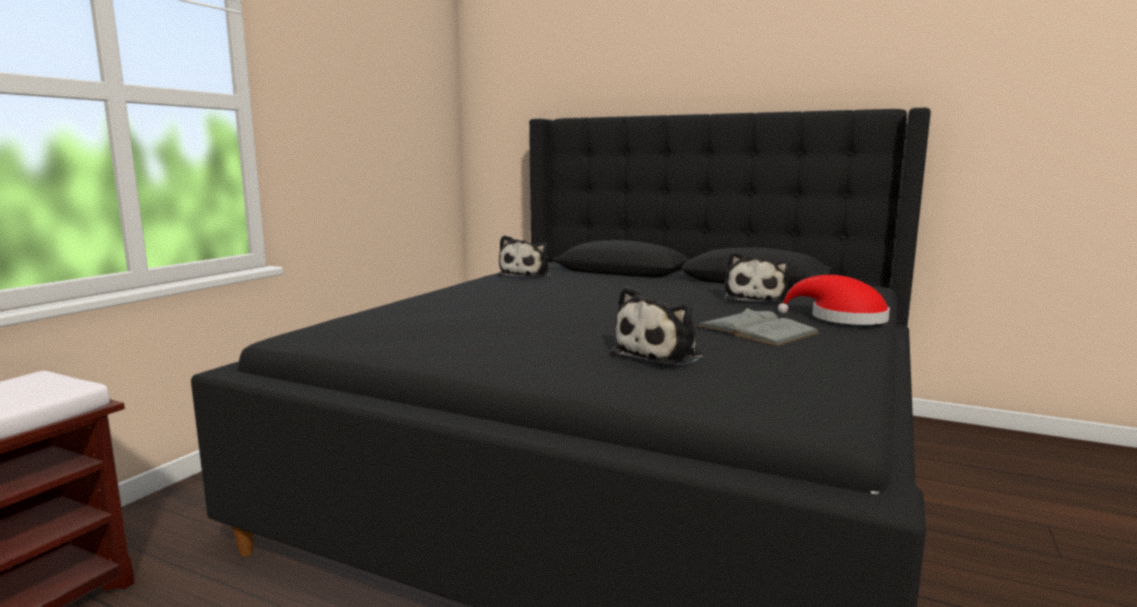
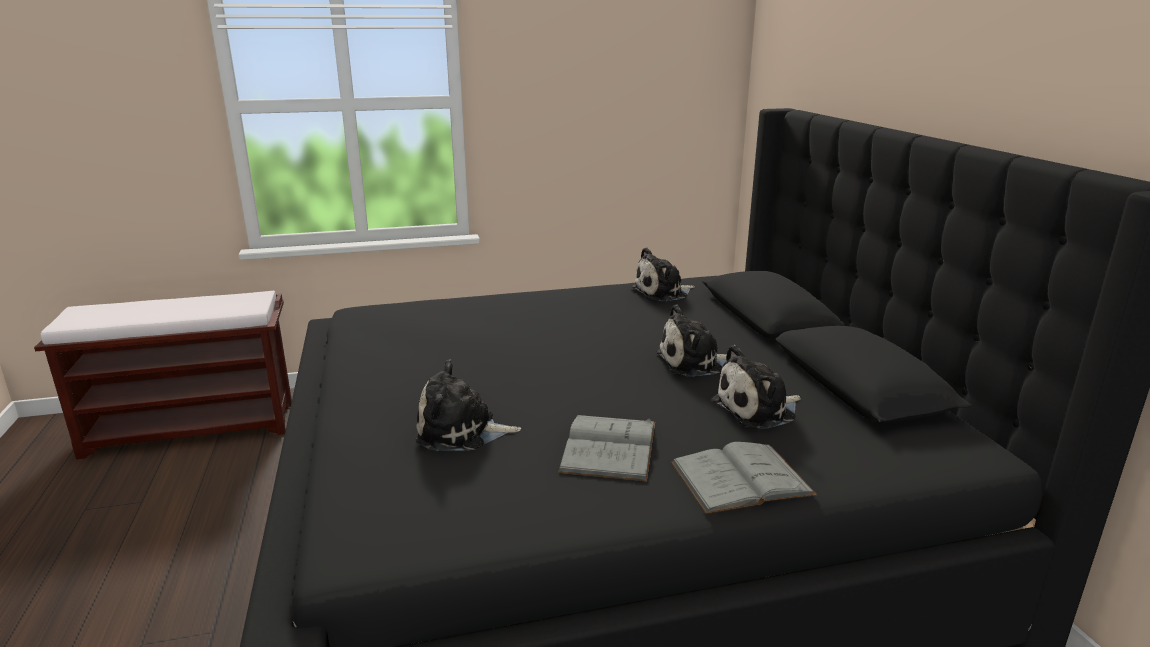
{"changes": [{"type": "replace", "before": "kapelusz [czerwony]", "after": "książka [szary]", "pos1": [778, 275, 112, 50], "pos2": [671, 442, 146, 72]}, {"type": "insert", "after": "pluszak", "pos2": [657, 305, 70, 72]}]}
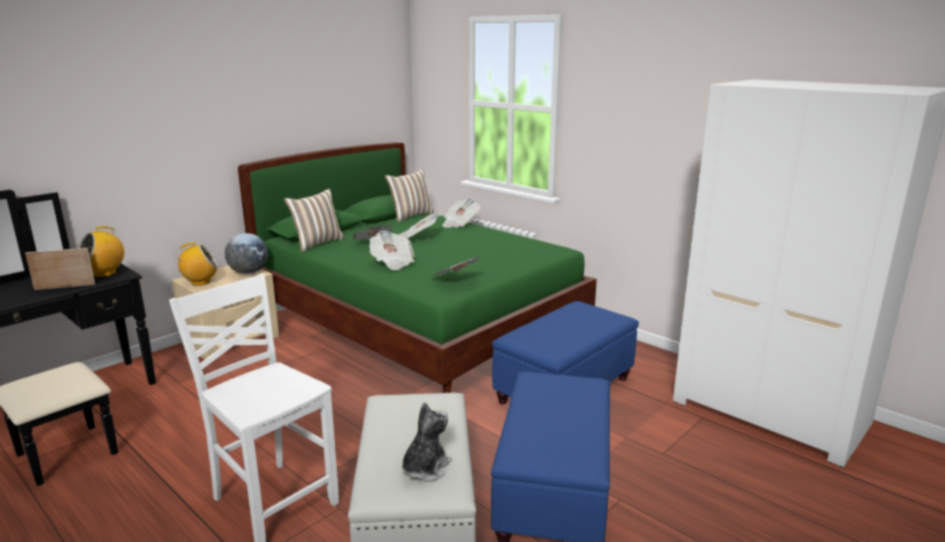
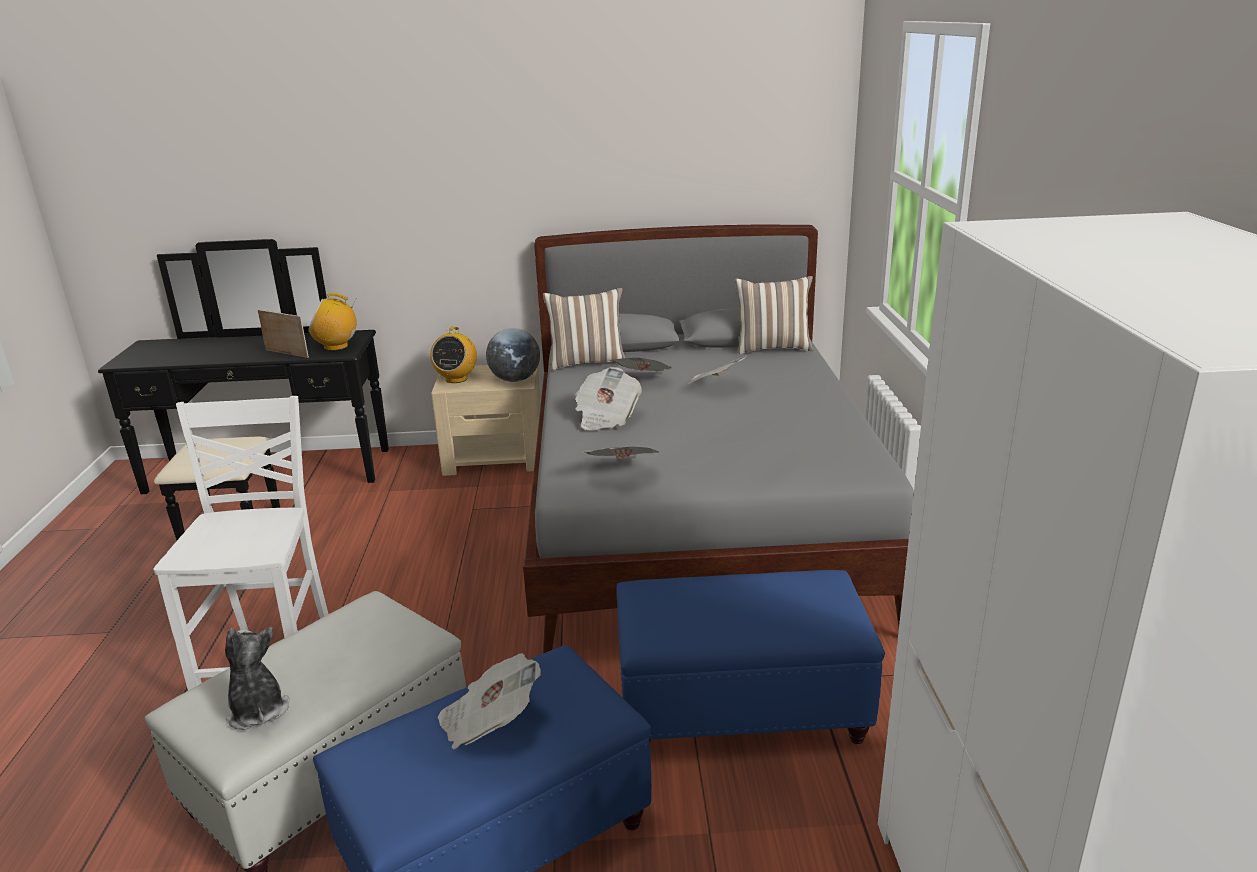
{"changes": [{"type": "rotate", "before": "radio", "pos1": [177, 242, 41, 44], "pos2": [430, 327, 47, 56], "turn": 75}, {"type": "recolor", "before": "łóżko [zielony]", "after": "łóżko [szary]", "pos1": [238, 142, 359, 251], "pos2": [523, 225, 391, 428]}, {"type": "rotate", "before": "pluszak", "pos1": [402, 402, 50, 80], "pos2": [225, 627, 65, 103], "turn": -105}, {"type": "move", "before": "gazeta", "pos1": [442, 198, 38, 30], "pos2": [438, 653, 103, 97]}]}
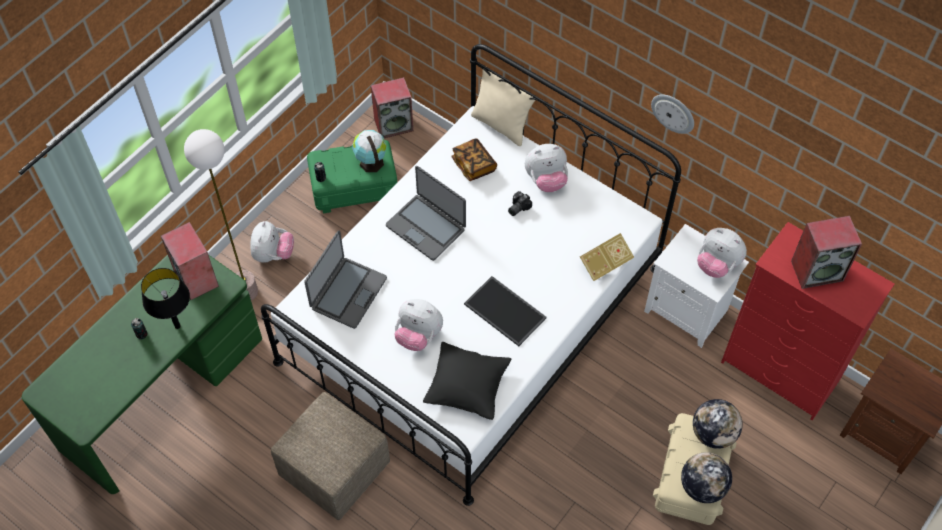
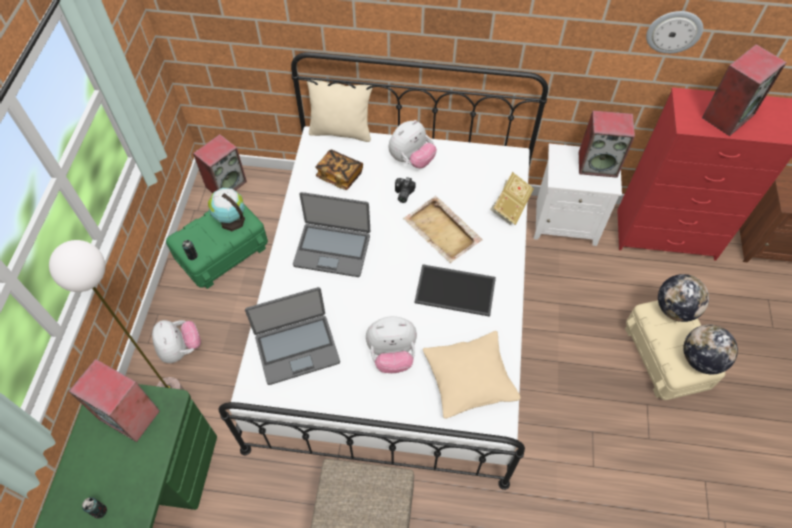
{"changes": [{"type": "delete", "before": "lampa stołowa [czarny]", "pos1": [141, 268, 49, 61]}, {"type": "rotate", "before": "laptop", "pos1": [304, 230, 83, 99], "pos2": [245, 287, 95, 98], "turn": 75}, {"type": "recolor", "before": "poduszka [czarny]", "after": "poduszka [beżowy]", "pos1": [423, 342, 88, 78], "pos2": [423, 331, 98, 88]}, {"type": "move", "before": "zegar ścienny", "pos1": [651, 94, 43, 40], "pos2": [646, 11, 57, 43]}, {"type": "replace", "before": "pluszak", "after": "głośnik", "pos1": [697, 228, 50, 50], "pos2": [579, 111, 56, 67]}, {"type": "insert", "after": "taca [beżowy]", "pos2": [403, 196, 80, 67]}]}
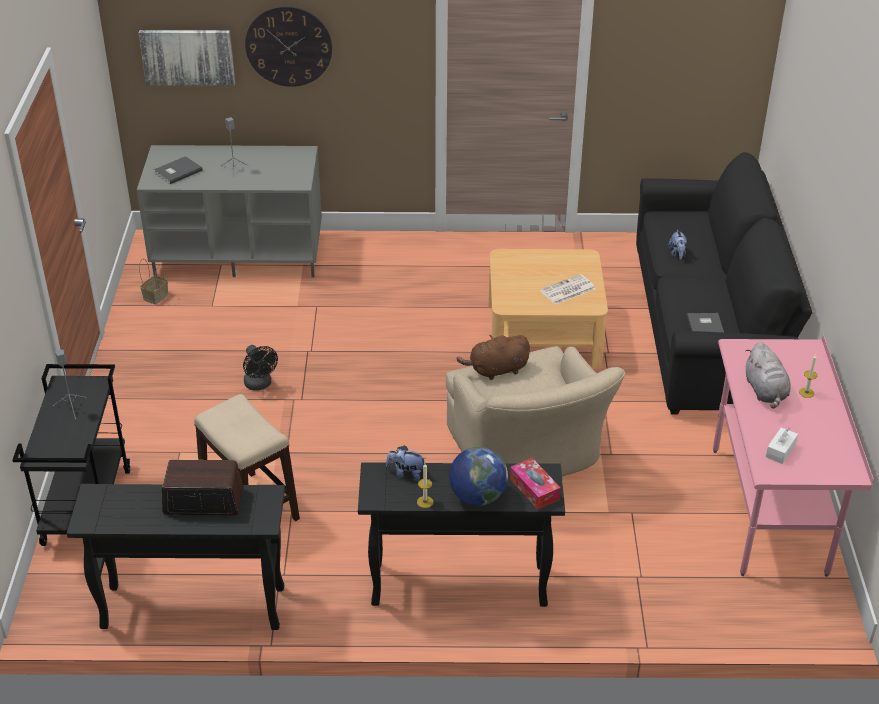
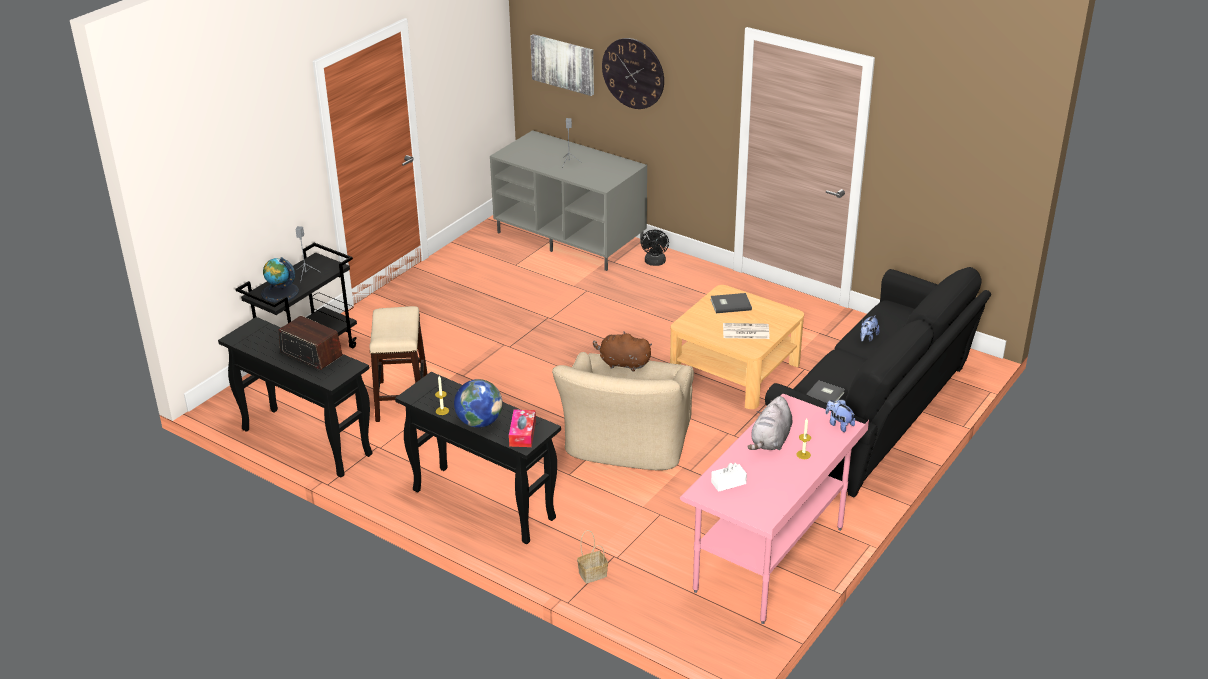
{"changes": [{"type": "move", "before": "koszyk", "pos1": [139, 258, 29, 47], "pos2": [577, 530, 31, 53]}, {"type": "move", "before": "książka [szary]", "pos1": [154, 156, 49, 28], "pos2": [710, 293, 42, 20]}, {"type": "move", "before": "wentylator [czarny]", "pos1": [243, 345, 35, 46], "pos2": [641, 230, 28, 36]}, {"type": "move", "before": "pluszak", "pos1": [386, 445, 40, 36], "pos2": [826, 400, 29, 32]}, {"type": "insert", "after": "globus", "pos2": [261, 257, 38, 46]}]}
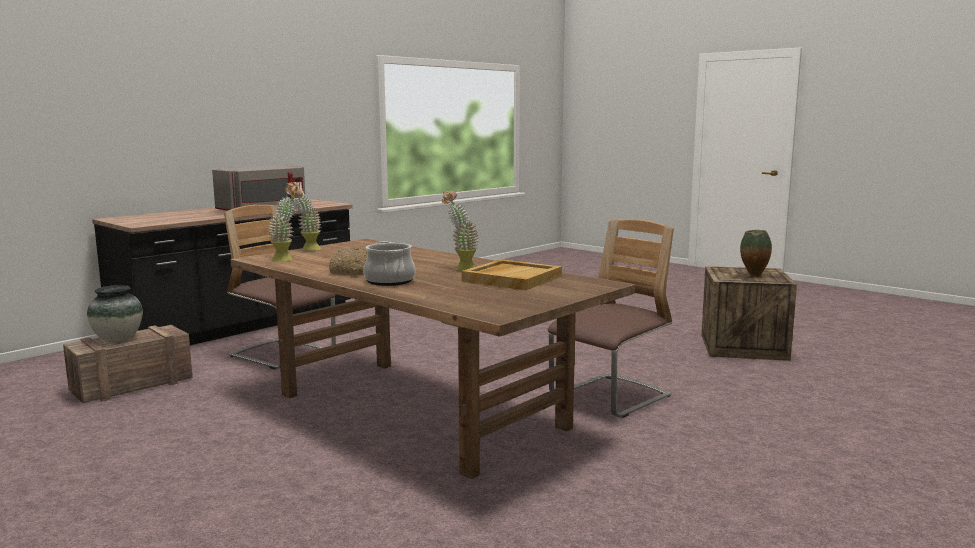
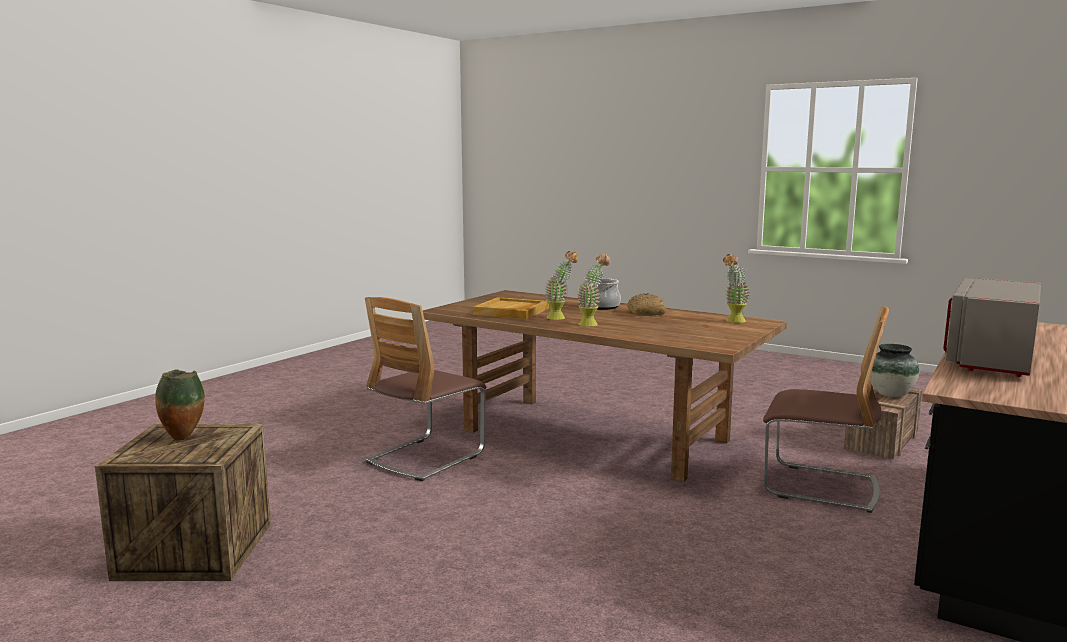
{"changes": [{"type": "move", "before": "roślina doniczkowa", "pos1": [285, 182, 36, 69], "pos2": [577, 254, 33, 73]}]}
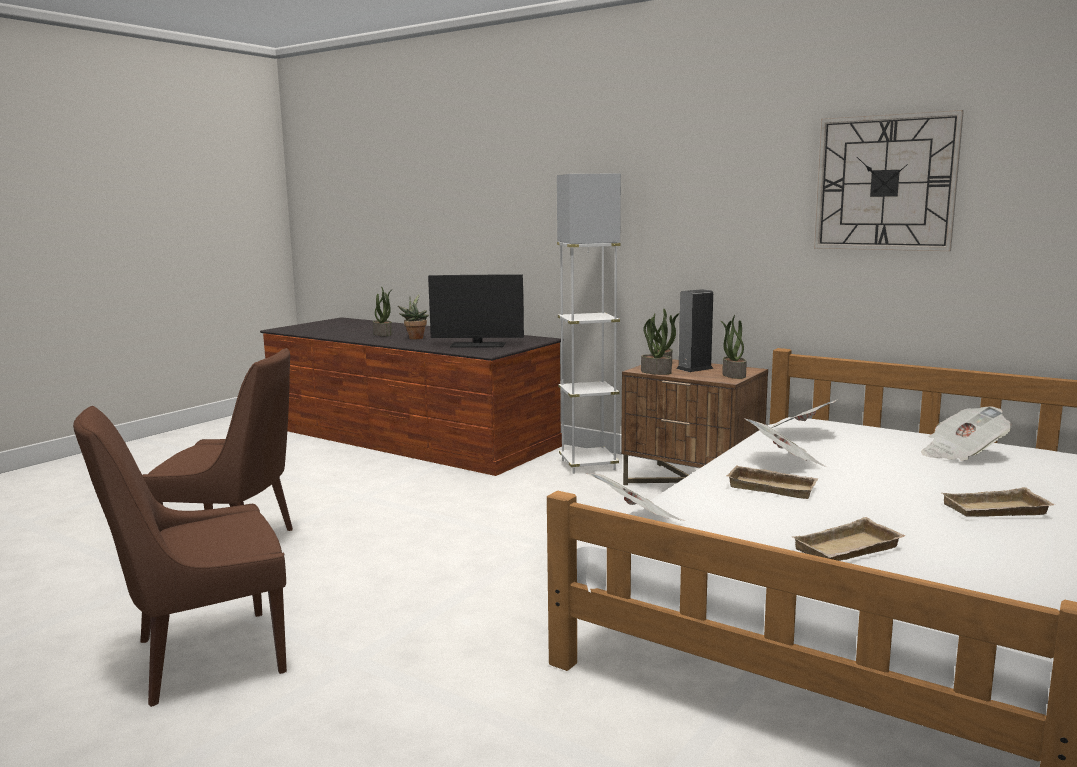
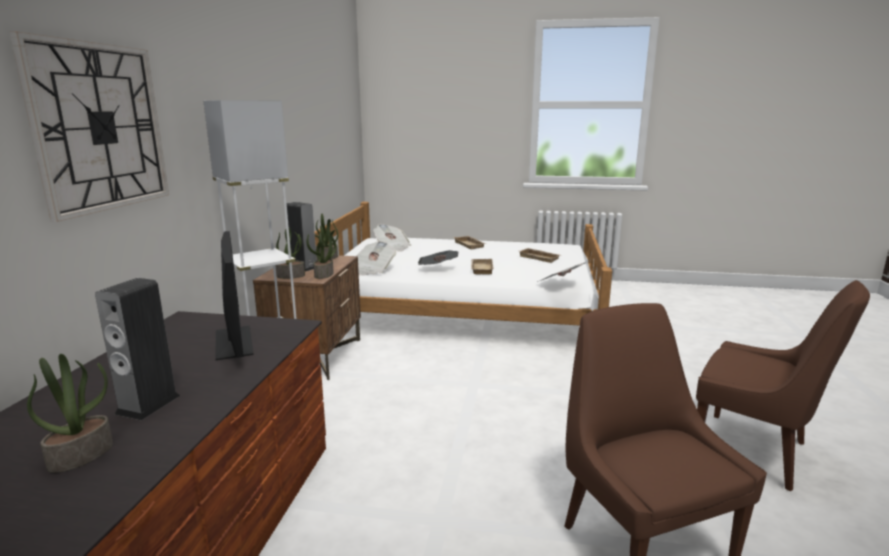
{"changes": [{"type": "replace", "before": "roślina doniczkowa", "after": "głośnik", "pos1": [398, 294, 31, 45], "pos2": [95, 278, 85, 142]}, {"type": "move", "before": "zegar ścienny", "pos1": [814, 110, 150, 141], "pos2": [9, 31, 160, 191]}]}
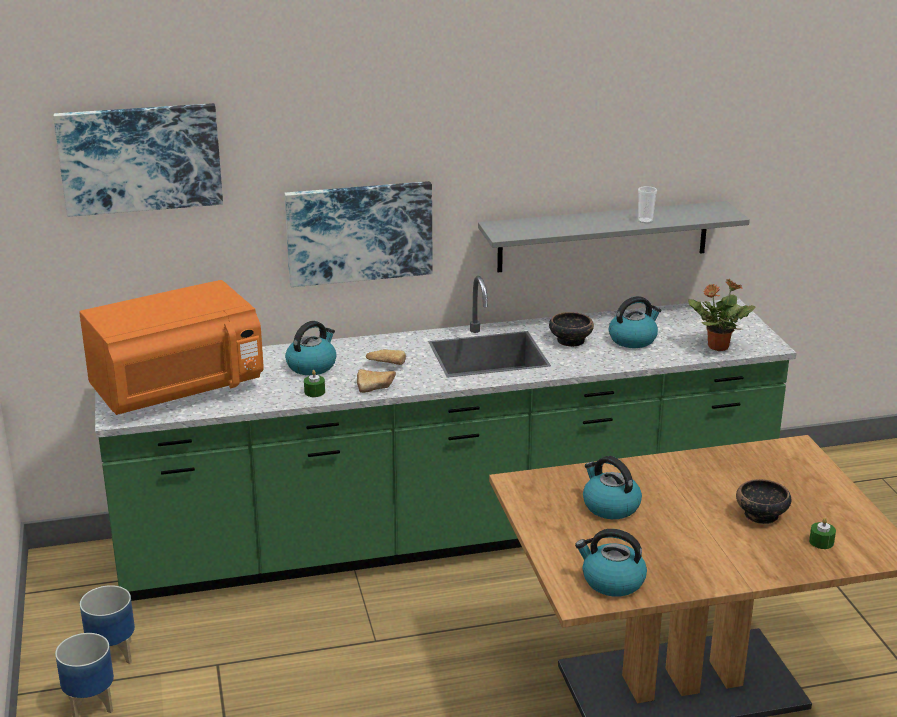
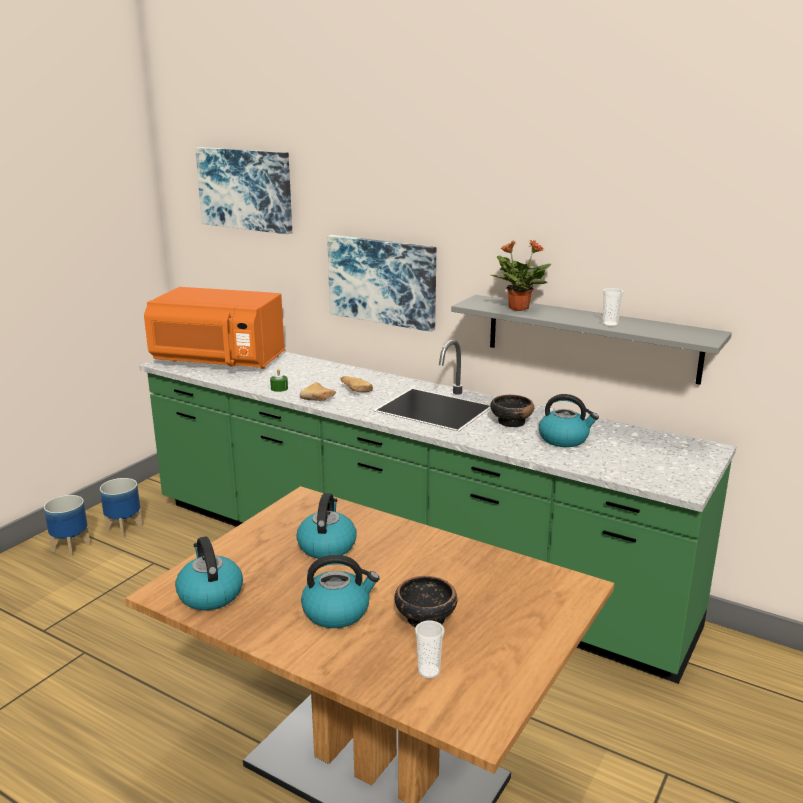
{"changes": [{"type": "move", "before": "czajnik", "pos1": [285, 321, 52, 54], "pos2": [301, 555, 78, 73]}, {"type": "move", "before": "roślina doniczkowa", "pos1": [688, 278, 68, 73], "pos2": [490, 240, 61, 71]}, {"type": "replace", "before": "świeca [zielony]", "after": "filiżanka", "pos1": [809, 518, 27, 31], "pos2": [415, 620, 30, 59]}]}
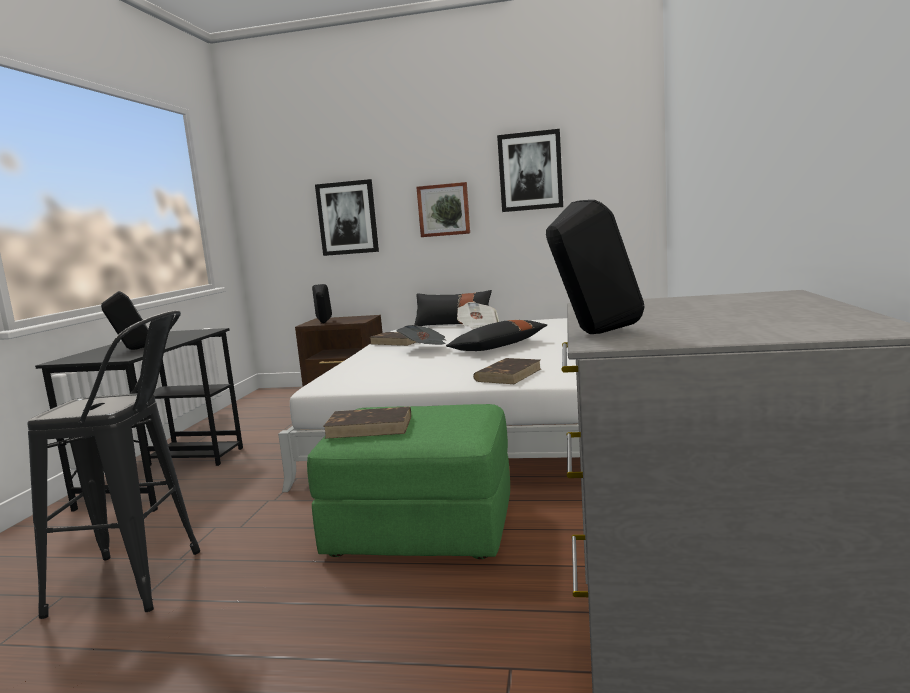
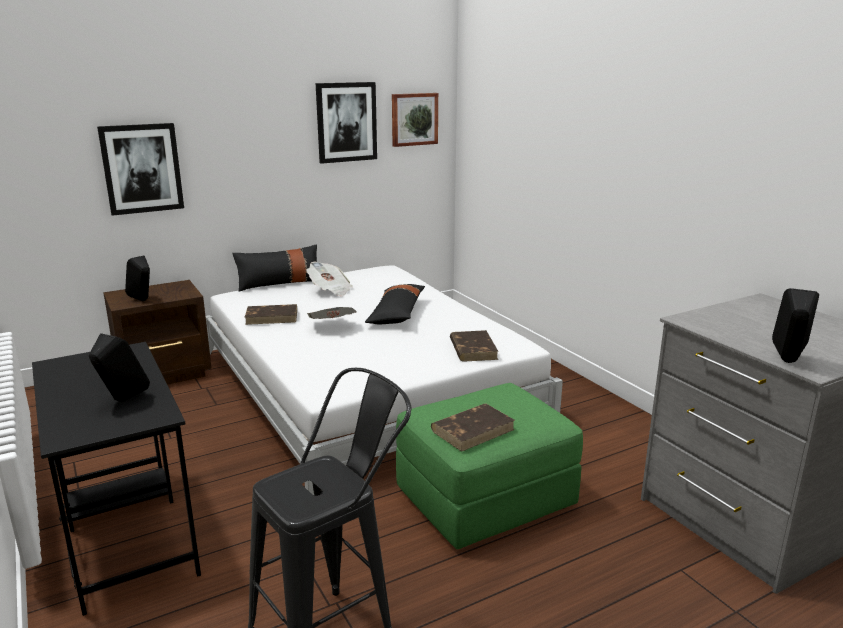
{"changes": [{"type": "move", "before": "obraz", "pos1": [416, 182, 54, 55], "pos2": [392, 93, 46, 54]}]}
